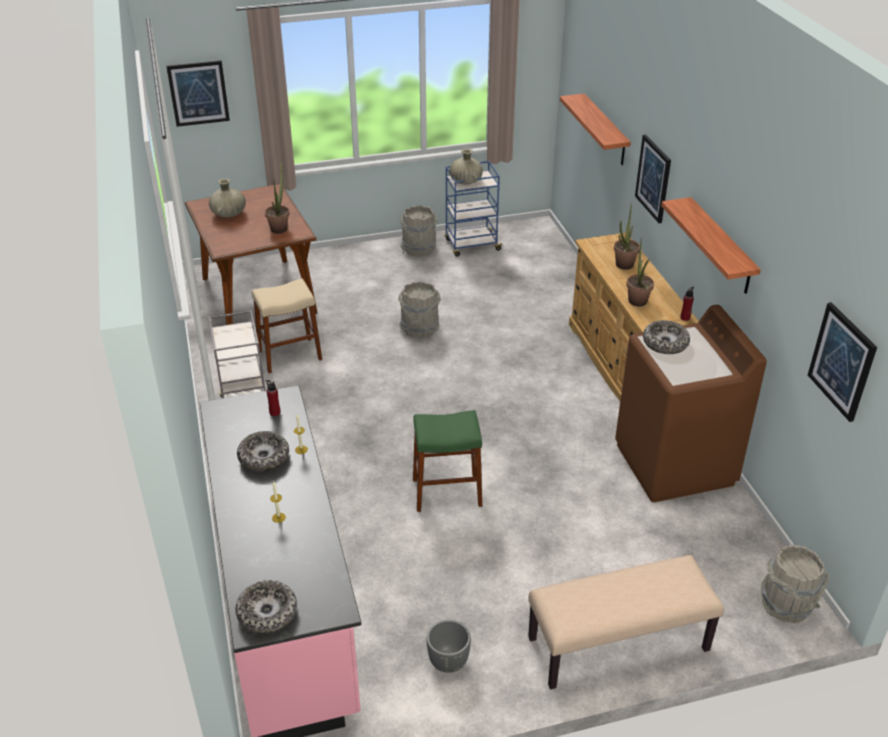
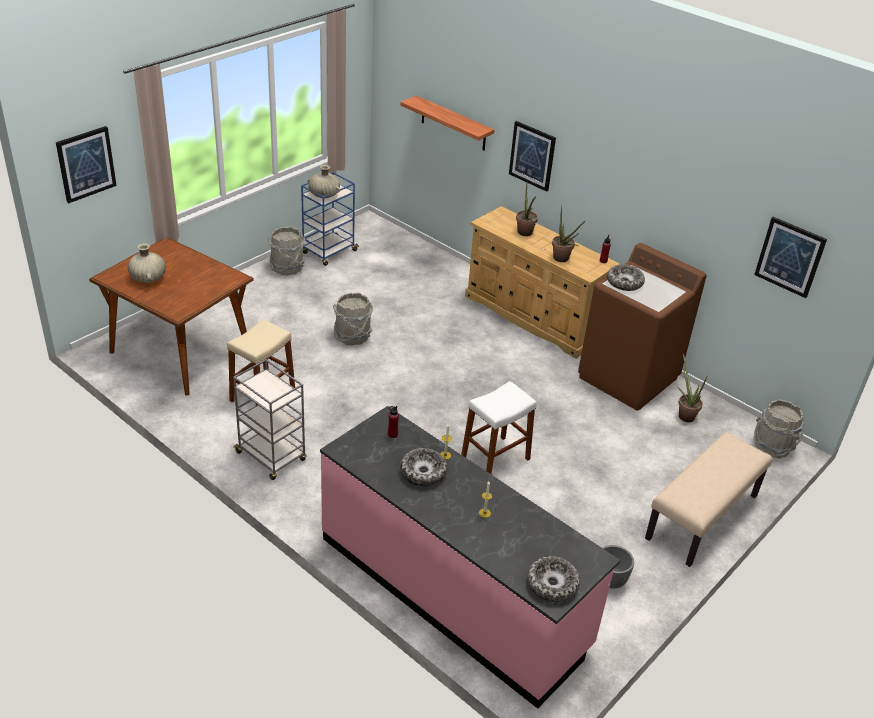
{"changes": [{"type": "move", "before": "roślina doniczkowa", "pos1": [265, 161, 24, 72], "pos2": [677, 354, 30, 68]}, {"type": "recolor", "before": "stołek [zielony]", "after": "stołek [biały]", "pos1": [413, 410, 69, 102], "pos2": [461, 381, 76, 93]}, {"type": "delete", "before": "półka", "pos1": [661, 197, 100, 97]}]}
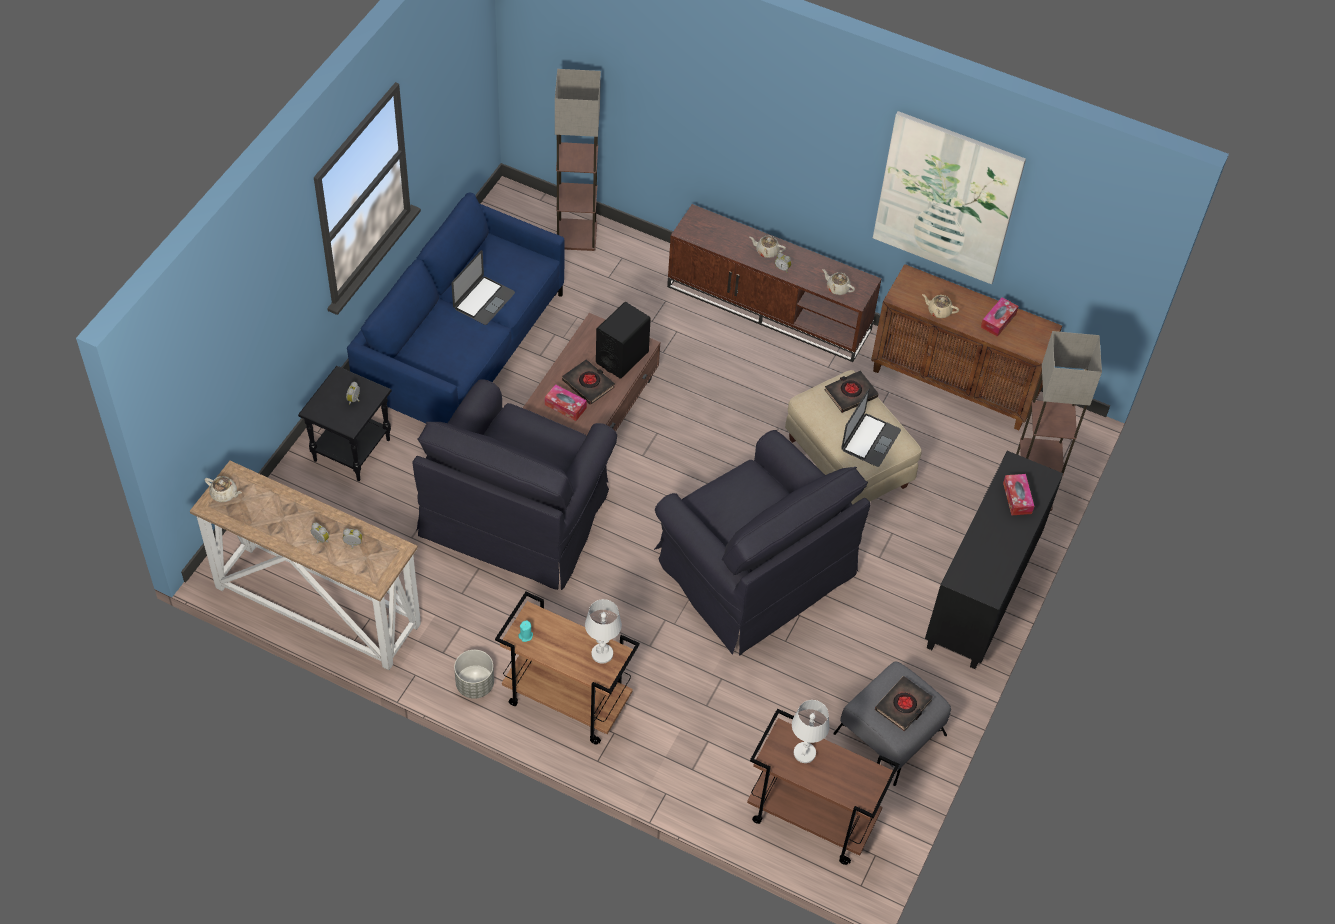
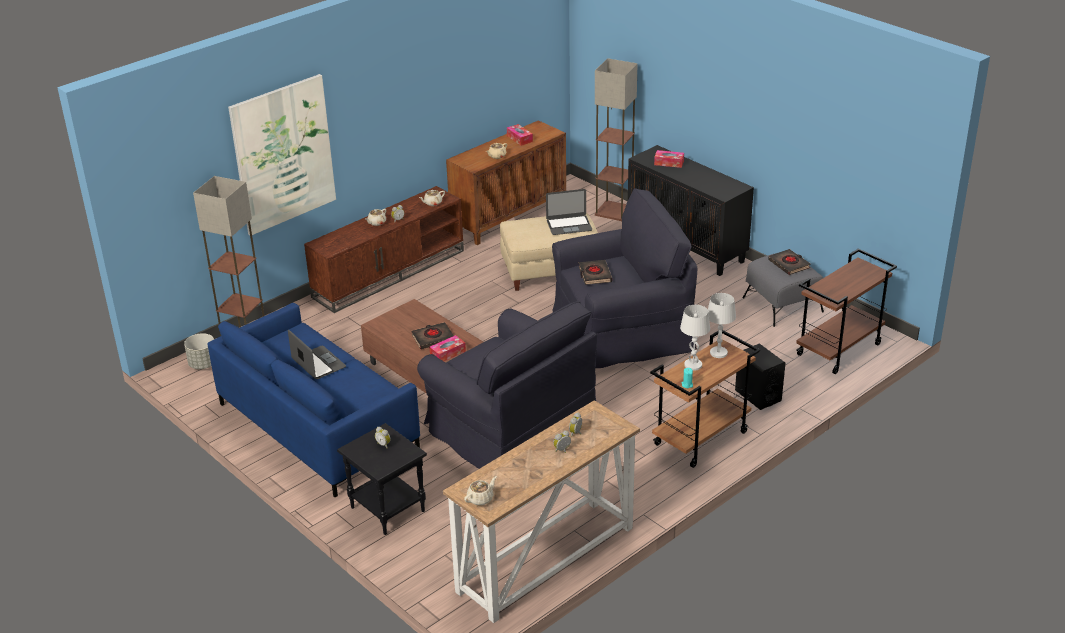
{"changes": [{"type": "move", "before": "donica [szary]", "pos1": [454, 650, 40, 49], "pos2": [184, 333, 30, 36]}, {"type": "move", "before": "głośnik [czarny]", "pos1": [596, 302, 55, 77], "pos2": [735, 344, 50, 66]}, {"type": "move", "before": "lampa stołowa [biały]", "pos1": [792, 700, 38, 63], "pos2": [680, 305, 30, 66]}, {"type": "move", "before": "książka [czarny]", "pos1": [824, 371, 55, 42], "pos2": [579, 260, 33, 25]}, {"type": "rotate", "before": "laptop", "pos1": [841, 389, 60, 78], "pos2": [546, 189, 46, 46], "turn": 120}, {"type": "move", "before": "obraz", "pos1": [873, 111, 153, 173], "pos2": [228, 74, 108, 161]}]}
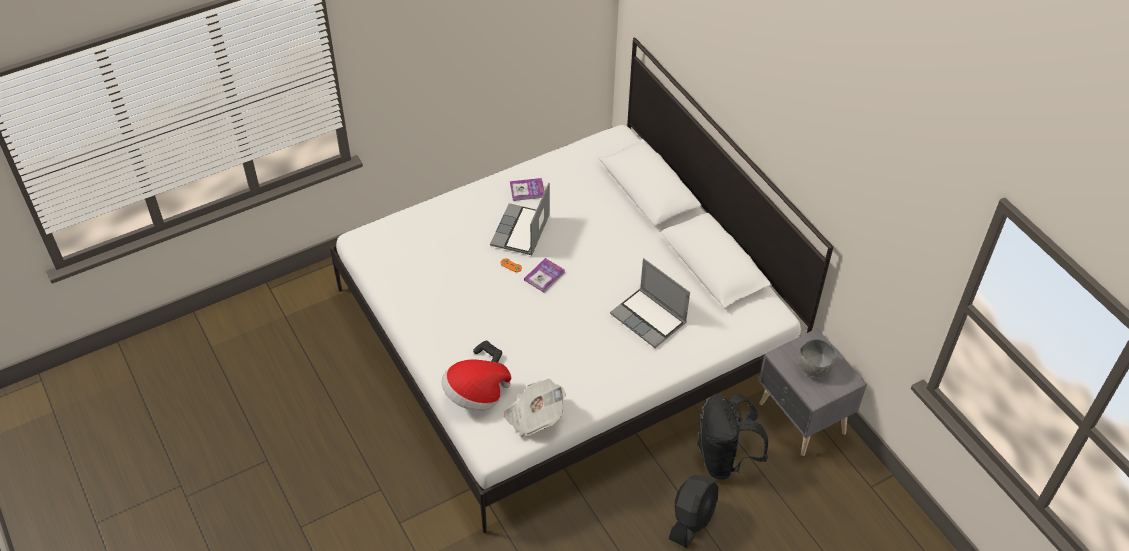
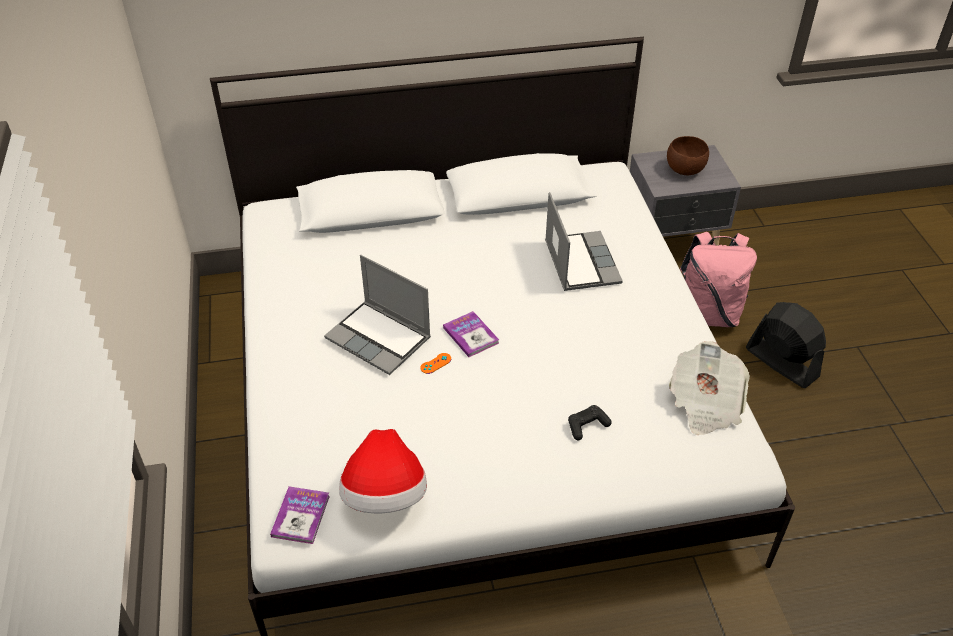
{"changes": [{"type": "move", "before": "kapelusz", "pos1": [442, 359, 69, 52], "pos2": [339, 429, 88, 84]}, {"type": "move", "before": "książka", "pos1": [510, 178, 35, 23], "pos2": [270, 486, 60, 58]}, {"type": "rotate", "before": "laptop", "pos1": [610, 258, 80, 90], "pos2": [545, 192, 78, 99], "turn": -75}, {"type": "recolor", "before": "plecak [czarny]", "after": "plecak [różowy]", "pos1": [697, 394, 71, 86], "pos2": [680, 232, 77, 95]}, {"type": "recolor", "before": "miska [szary]", "after": "miska [brązowy]", "pos1": [798, 339, 38, 38], "pos2": [667, 136, 42, 39]}]}
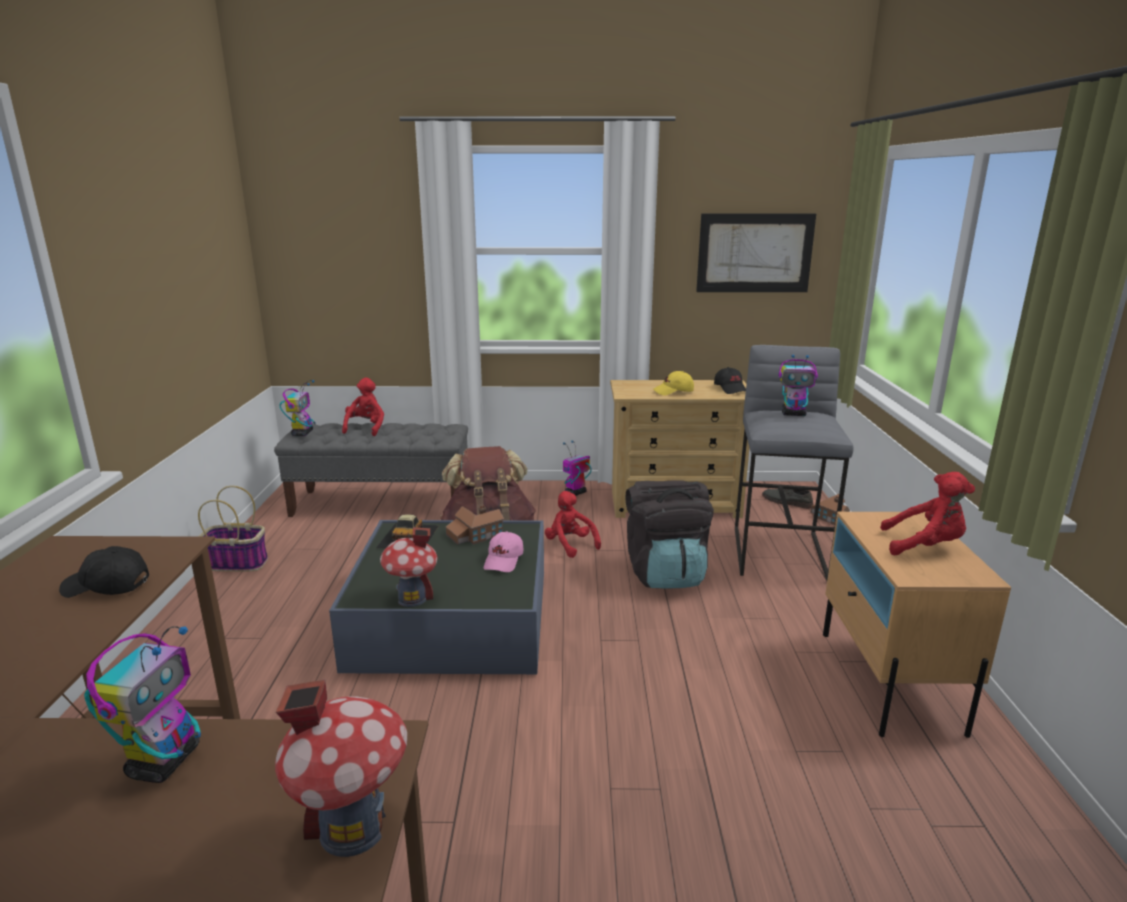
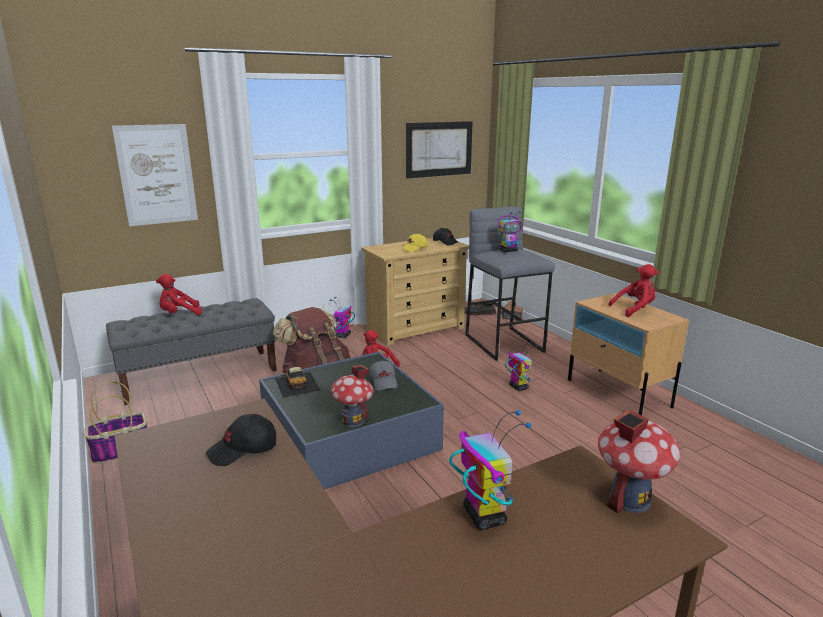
{"changes": [{"type": "move", "before": "robot zabawkowy", "pos1": [279, 380, 37, 56], "pos2": [505, 342, 33, 49]}, {"type": "rotate", "before": "pluszak [czerwony]", "pos1": [342, 378, 42, 58], "pos2": [156, 274, 46, 41], "turn": -90}, {"type": "delete", "before": "domek", "pos1": [445, 505, 59, 40]}, {"type": "recolor", "before": "czapka z daszkiem [różowy]", "after": "czapka z daszkiem [szary]", "pos1": [484, 532, 39, 40], "pos2": [370, 361, 28, 29]}, {"type": "delete", "before": "plecak [czarny]", "pos1": [626, 480, 88, 109]}, {"type": "insert", "after": "obraz", "pos2": [112, 124, 86, 102]}]}
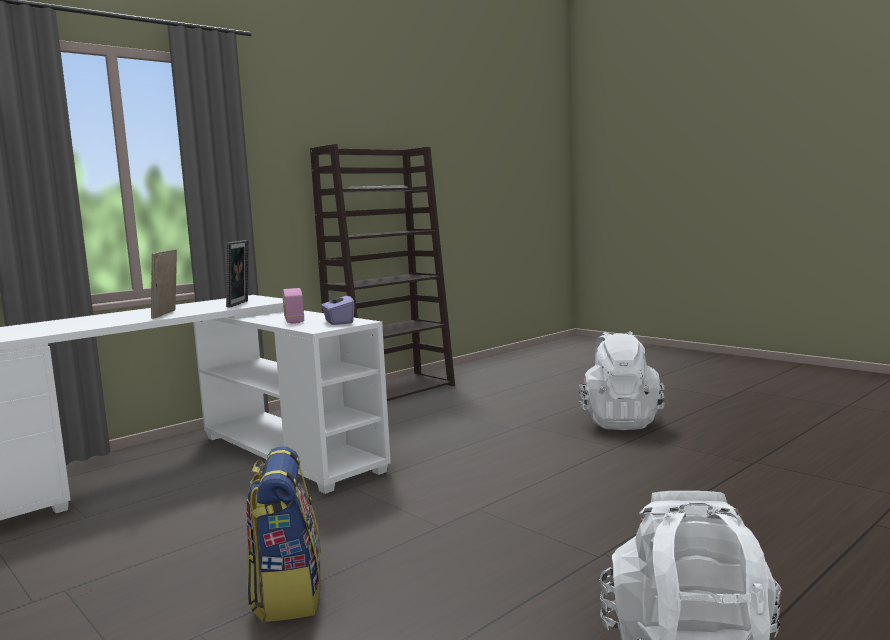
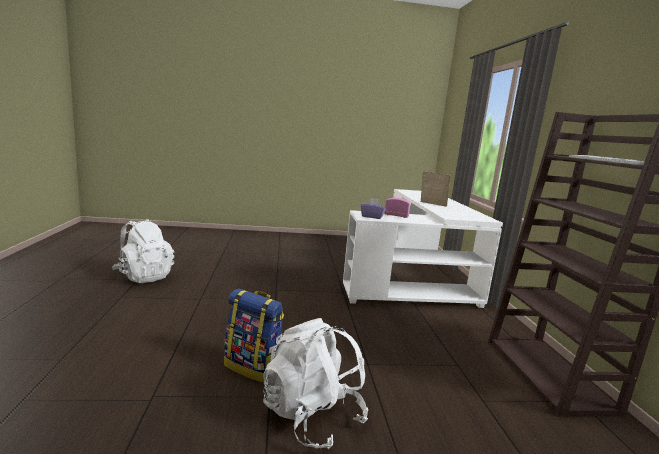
{"changes": [{"type": "delete", "before": "ramka na zdjęcie", "pos1": [226, 240, 22, 67]}, {"type": "move", "before": "plecak", "pos1": [246, 446, 75, 176], "pos2": [224, 289, 60, 94]}]}
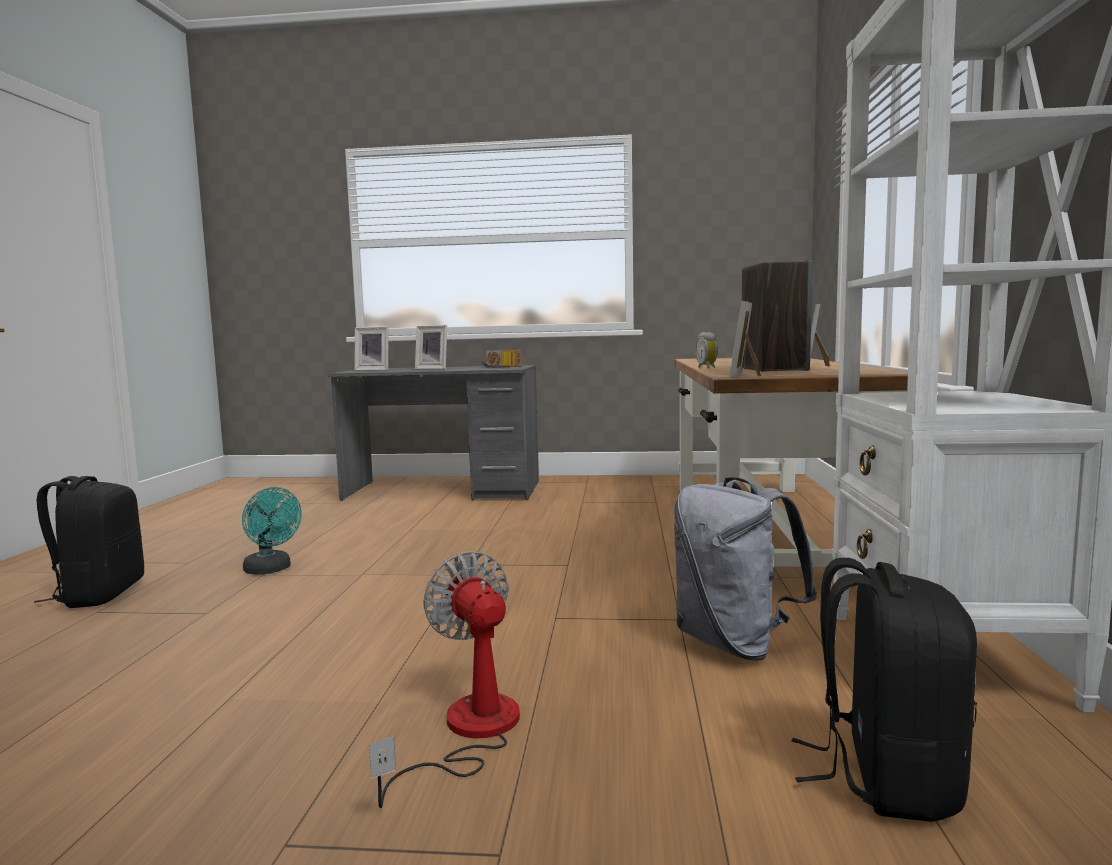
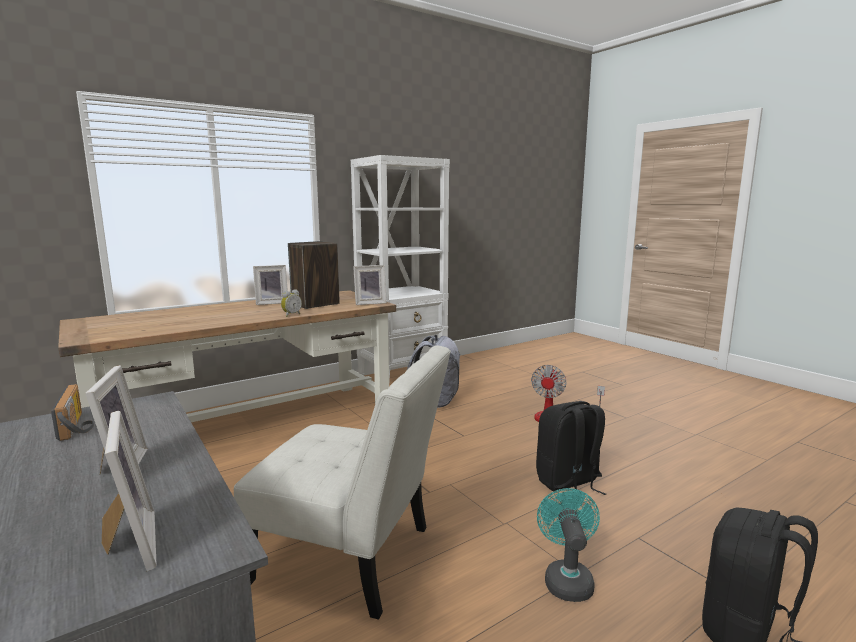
{"changes": [{"type": "move", "before": "plecak [czarny]", "pos1": [792, 558, 185, 264], "pos2": [536, 401, 70, 94]}, {"type": "insert", "after": "krzesło [biały]", "pos2": [234, 345, 217, 275]}]}
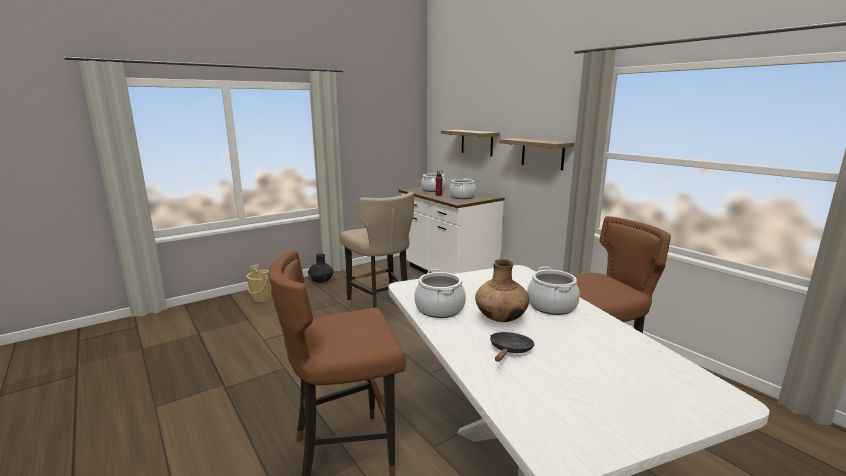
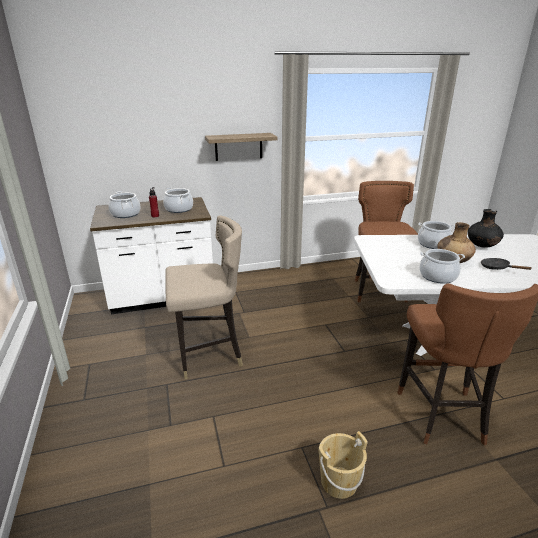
{"changes": [{"type": "move", "before": "wiadro [beżowy]", "pos1": [246, 264, 27, 38], "pos2": [319, 431, 49, 68]}, {"type": "move", "before": "wazon [czarny]", "pos1": [308, 254, 26, 29], "pos2": [468, 209, 36, 39]}, {"type": "delete", "before": "półka", "pos1": [441, 130, 59, 26]}]}
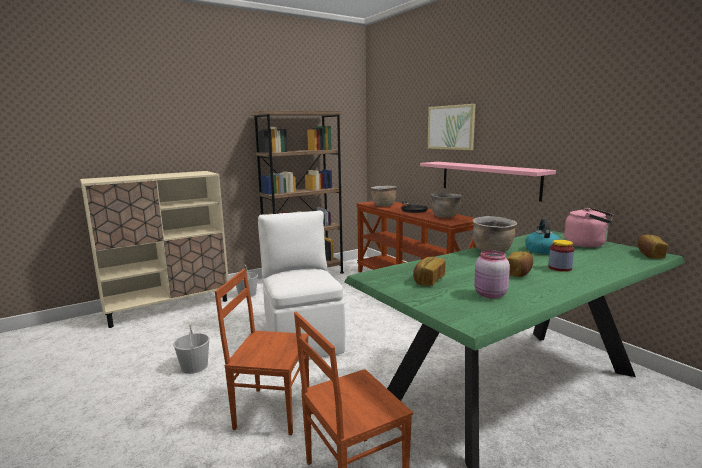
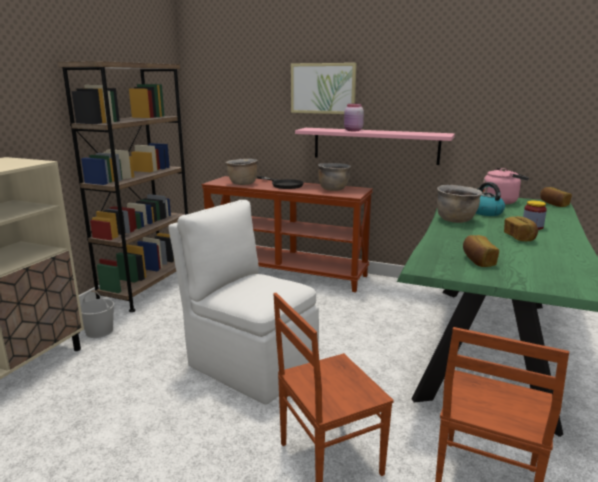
{"changes": [{"type": "delete", "before": "wiadro [biały]", "pos1": [173, 325, 37, 49]}, {"type": "move", "before": "słoik [różowy]", "pos1": [474, 250, 36, 48], "pos2": [344, 104, 20, 27]}]}
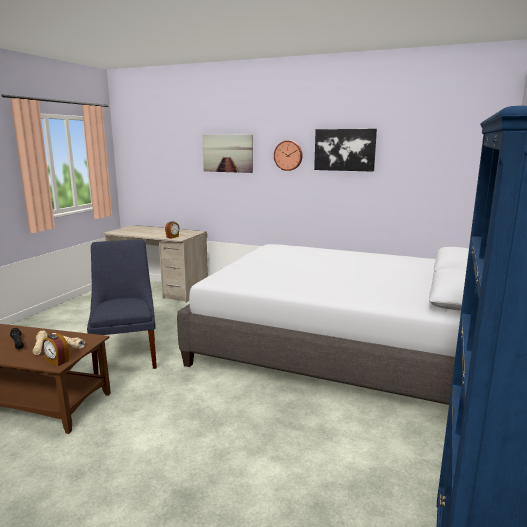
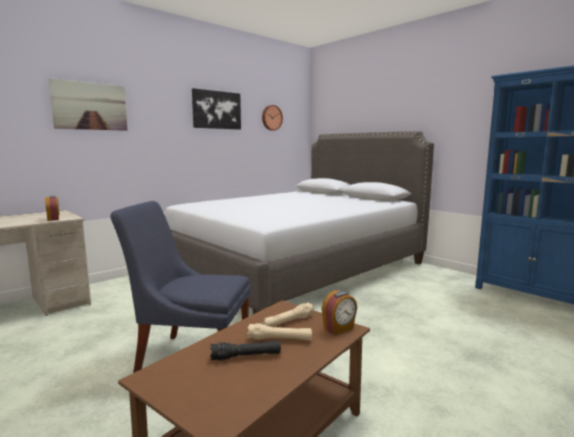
{"changes": [{"type": "move", "before": "zegar ścienny", "pos1": [274, 141, 29, 30], "pos2": [262, 105, 21, 26]}]}
